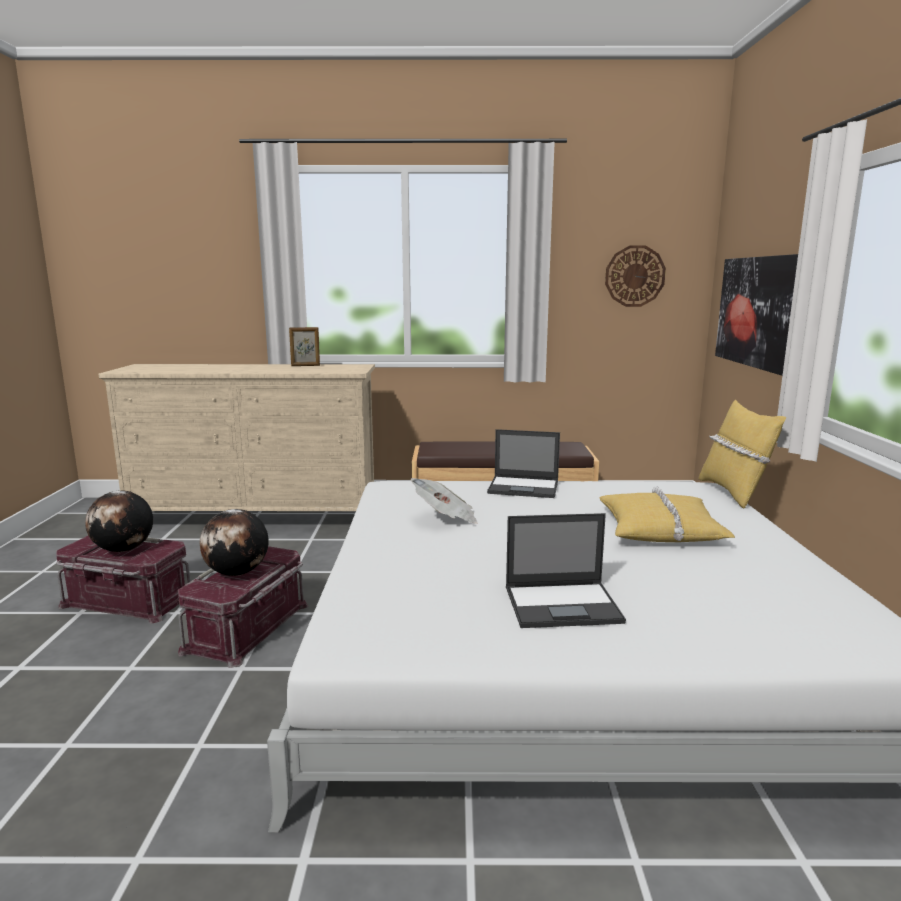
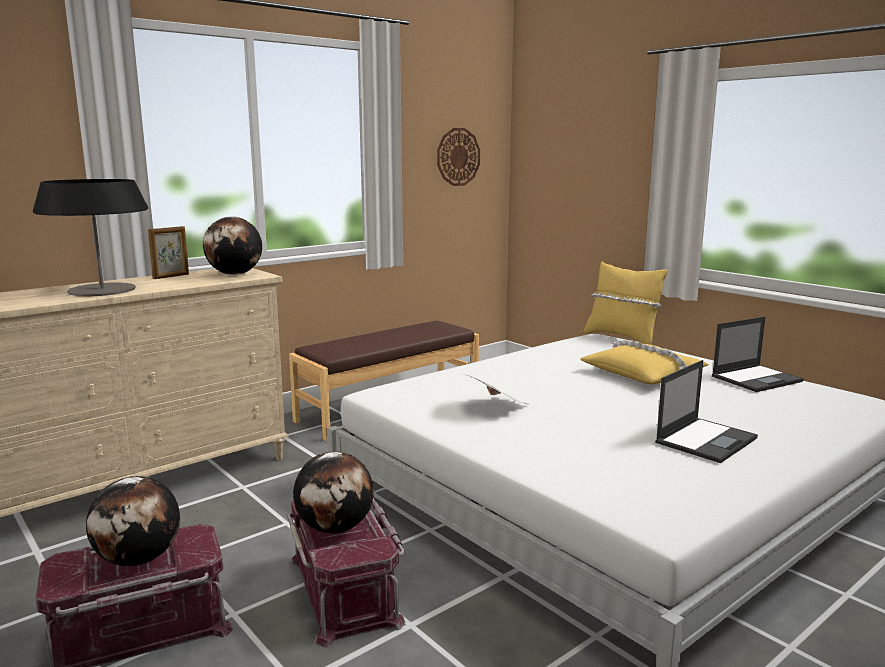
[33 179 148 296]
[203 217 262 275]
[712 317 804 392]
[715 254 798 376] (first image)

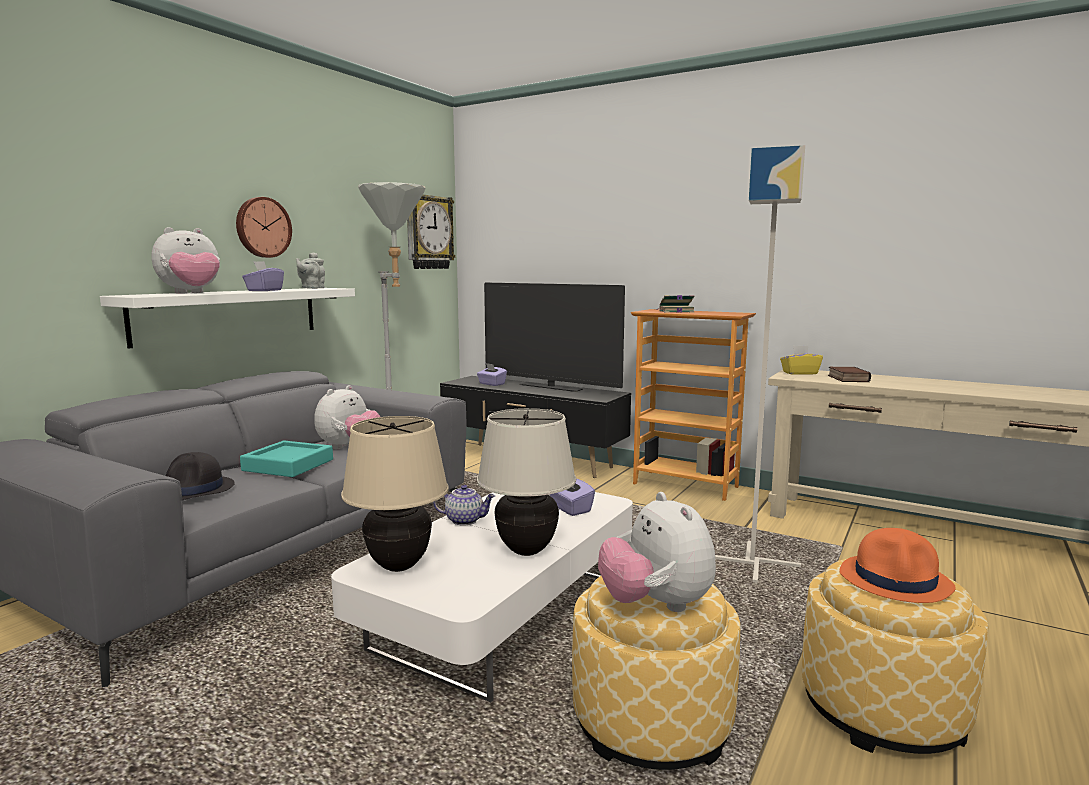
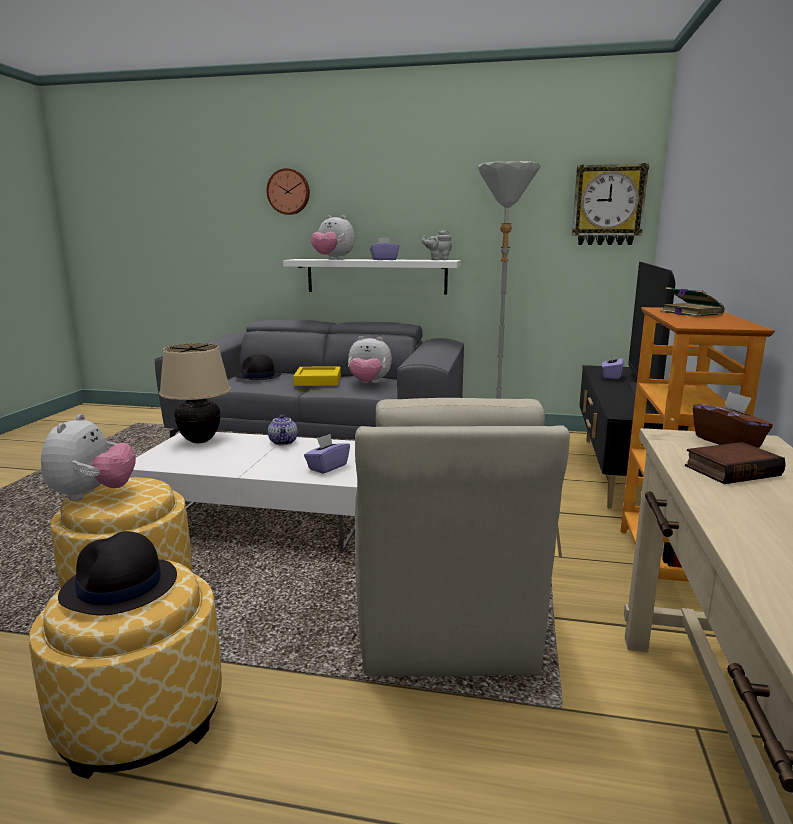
[41 414 136 501]
[58 531 177 615]
[267 168 310 215]
[293 367 341 386]
[355 398 570 677]
[693 391 773 448]
[477 408 576 556] (first image)

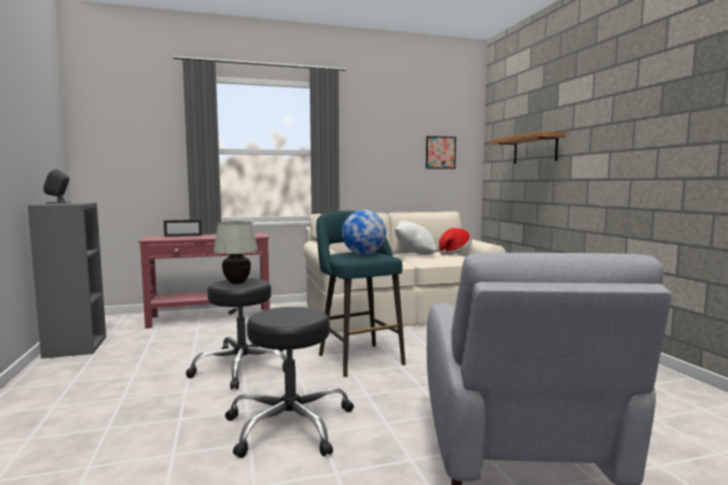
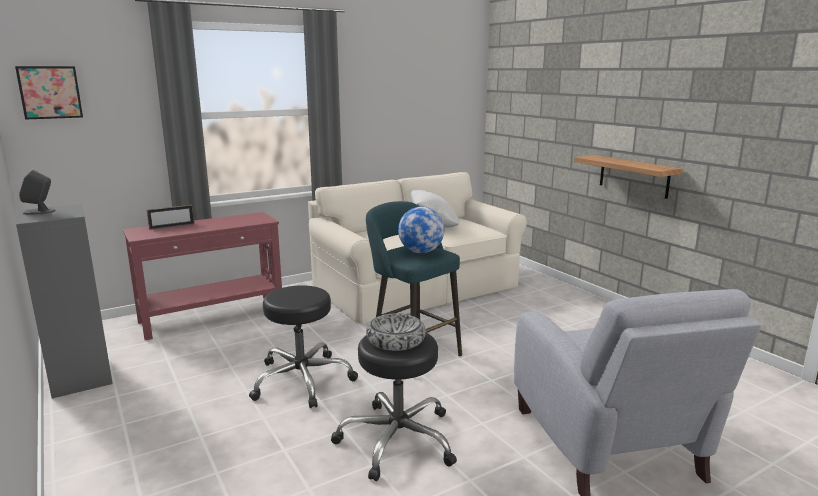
[15 66 83 120]
[366 313 426 351]
[574 155 683 199]
[214 221 258 284] (first image)
[439 228 472 255] (first image)

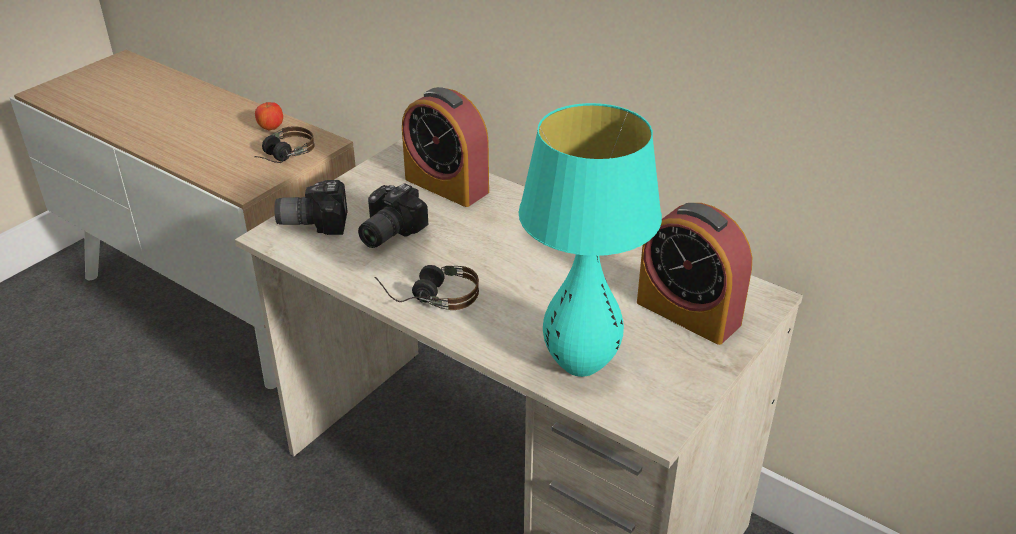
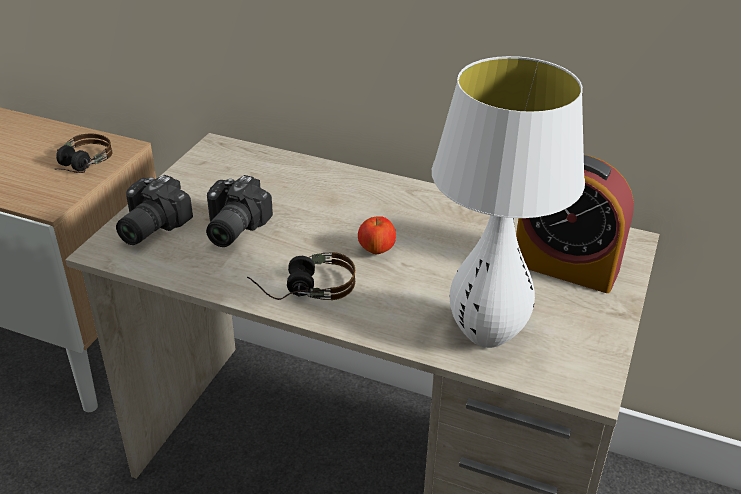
[116 175 193 245]
[358 216 396 254]
[432 56 585 348]
[402 87 489 207] (first image)

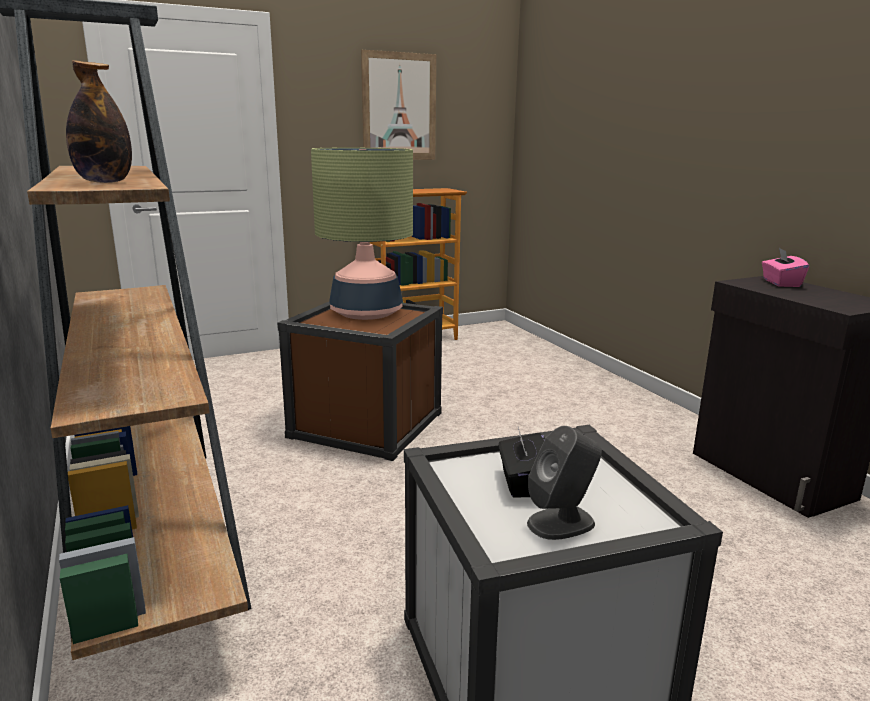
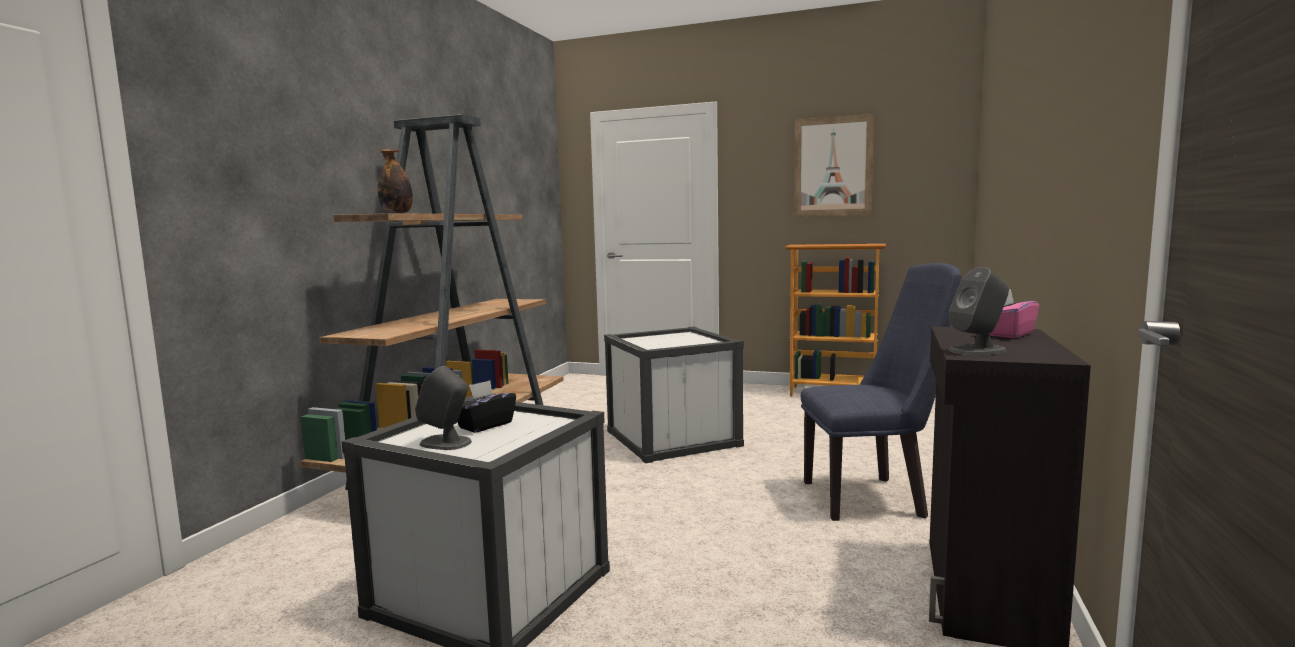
[604 327 744 463]
[801 263 962 521]
[949 267 1009 355]
[311 148 413 320] (first image)

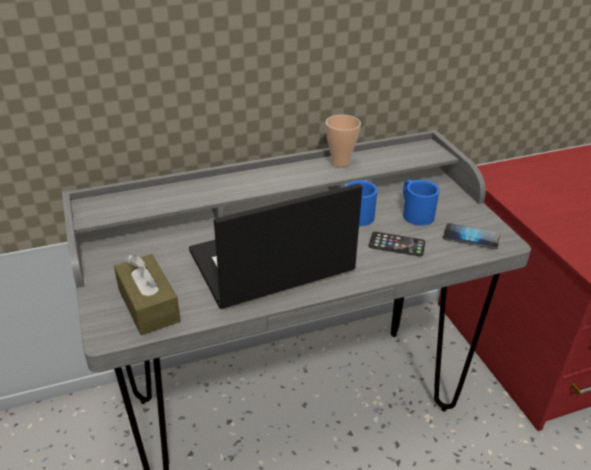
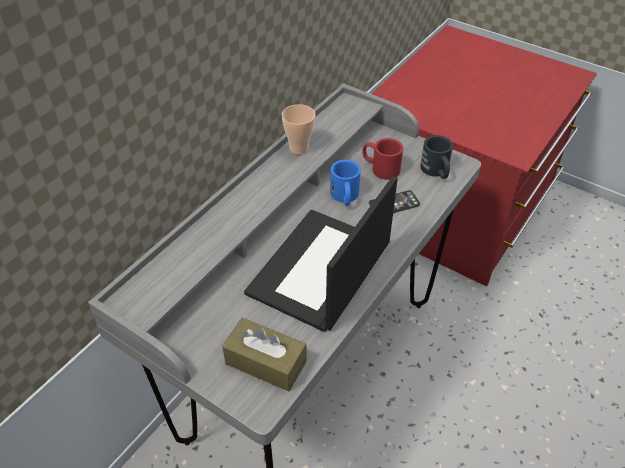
[363 138 403 180]
[420 135 453 179]

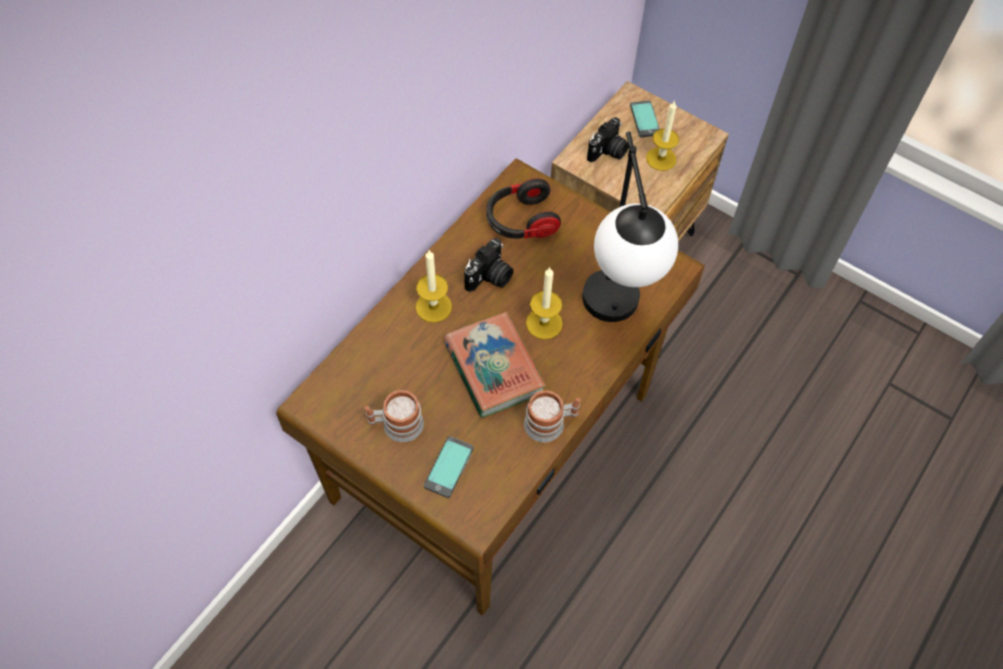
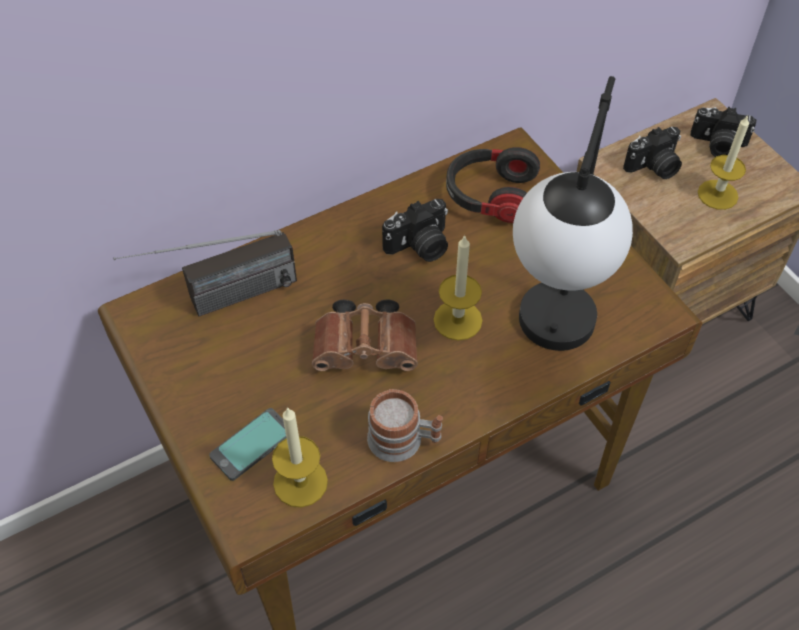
[113 230 297 316]
[272 407 328 507]
[312 299 418 371]
[690 107 756 157]
[365 390 424 442] (first image)

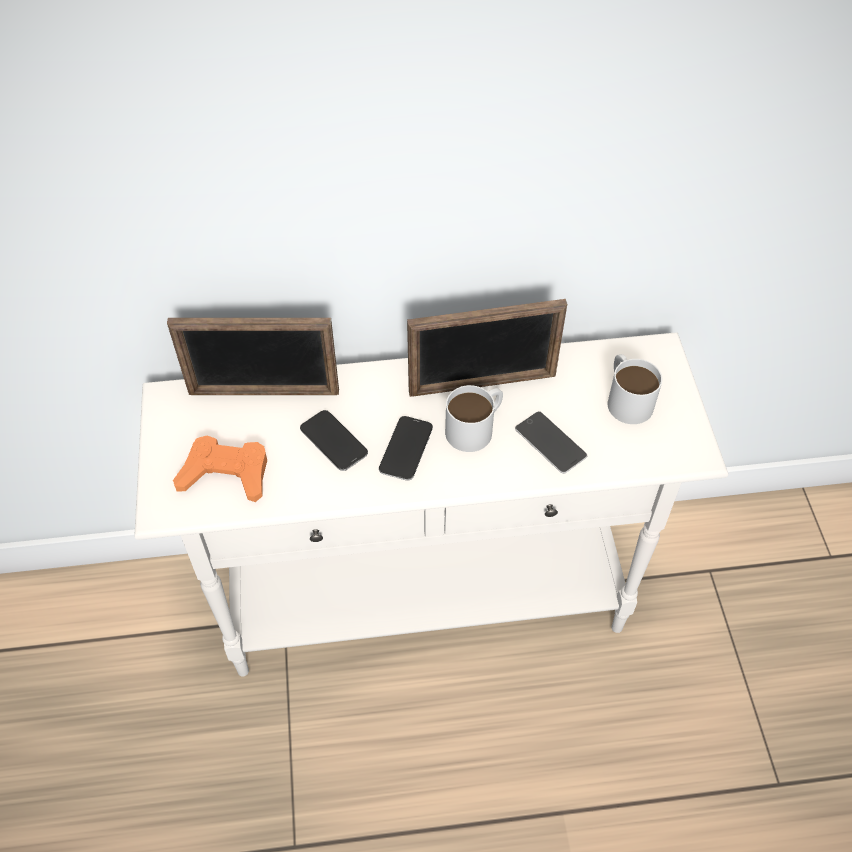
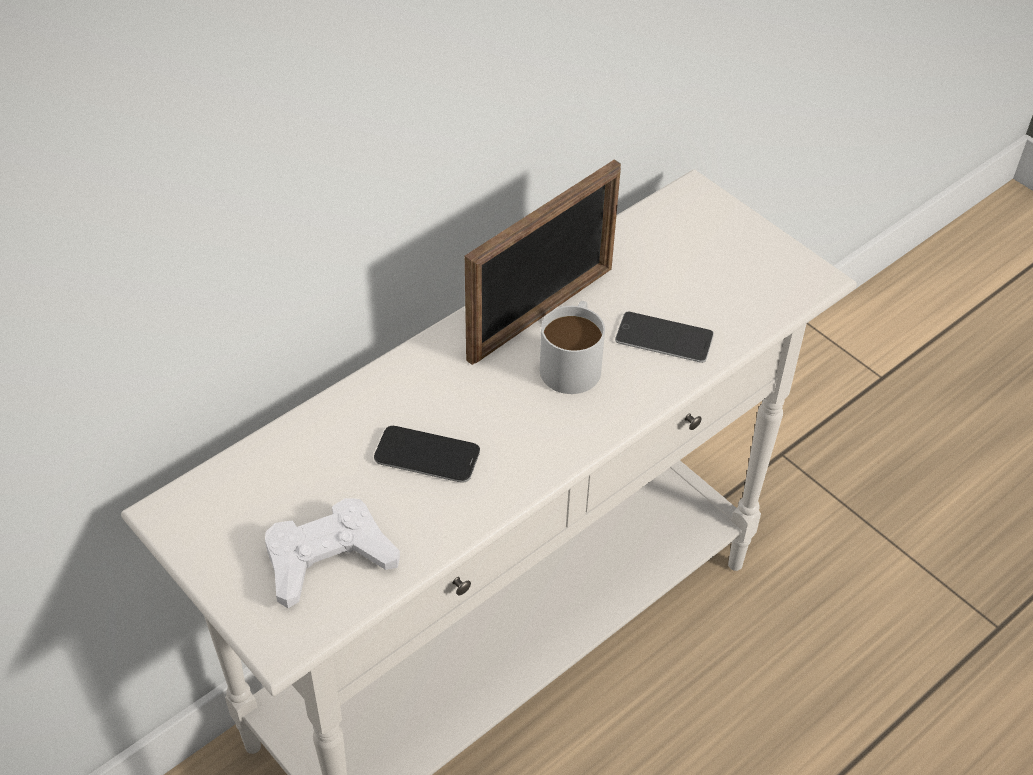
[265 498 400 608]
[167 318 339 395] (first image)
[379 416 433 481] (first image)
[608 354 662 424] (first image)

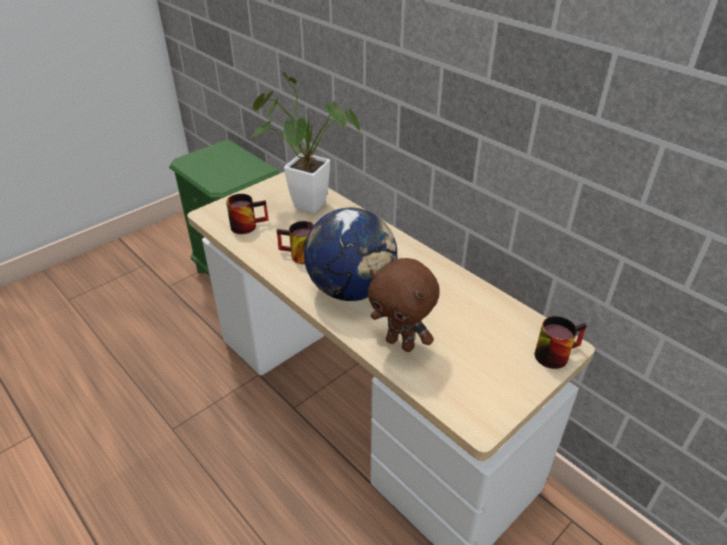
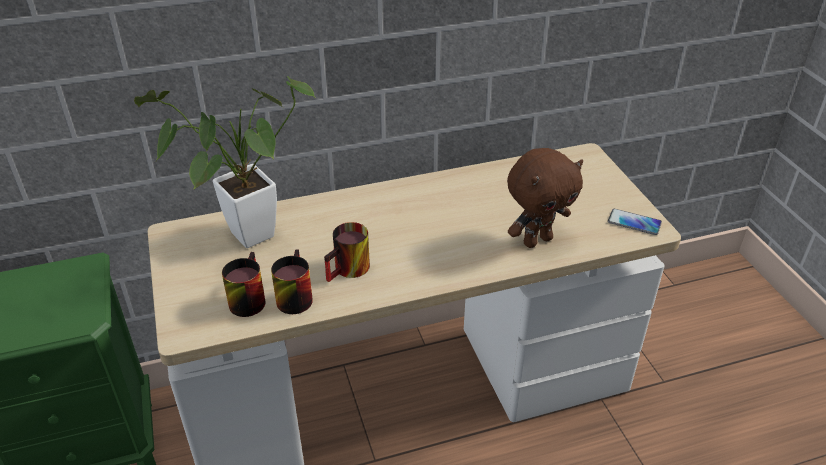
[271 249 313 314]
[608 209 662 235]
[304 207 397 301] (first image)

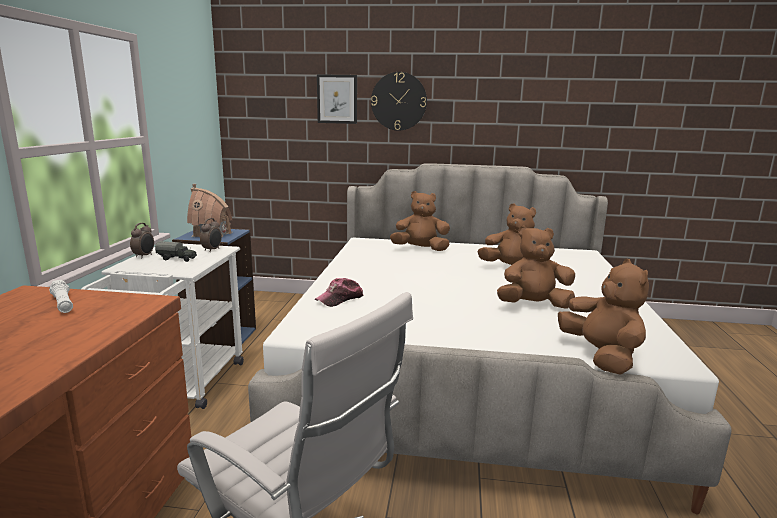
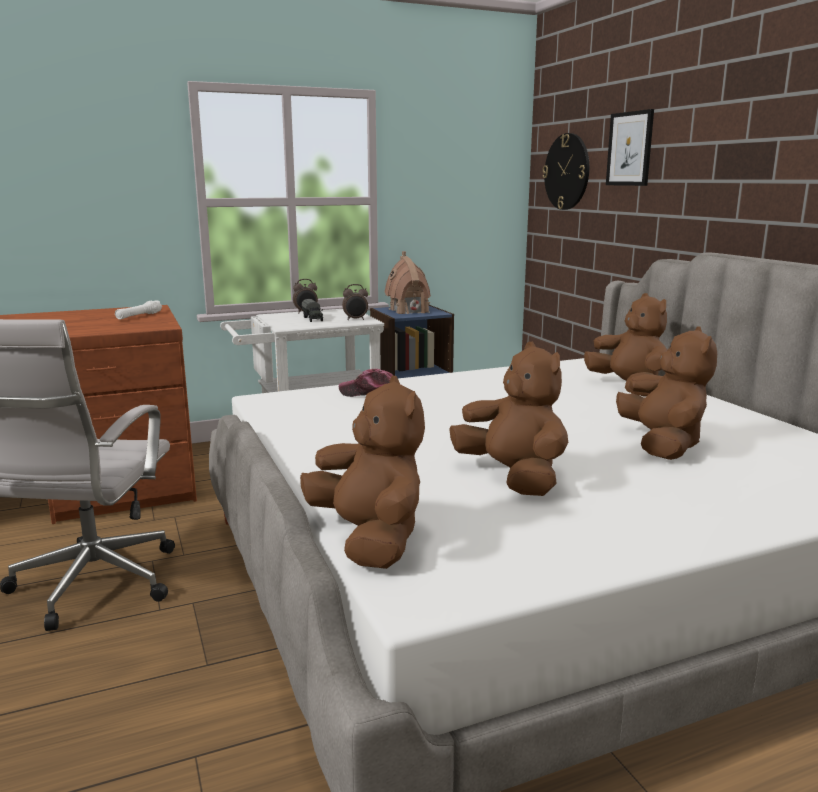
[300 376 425 569]
[542 133 589 210]

